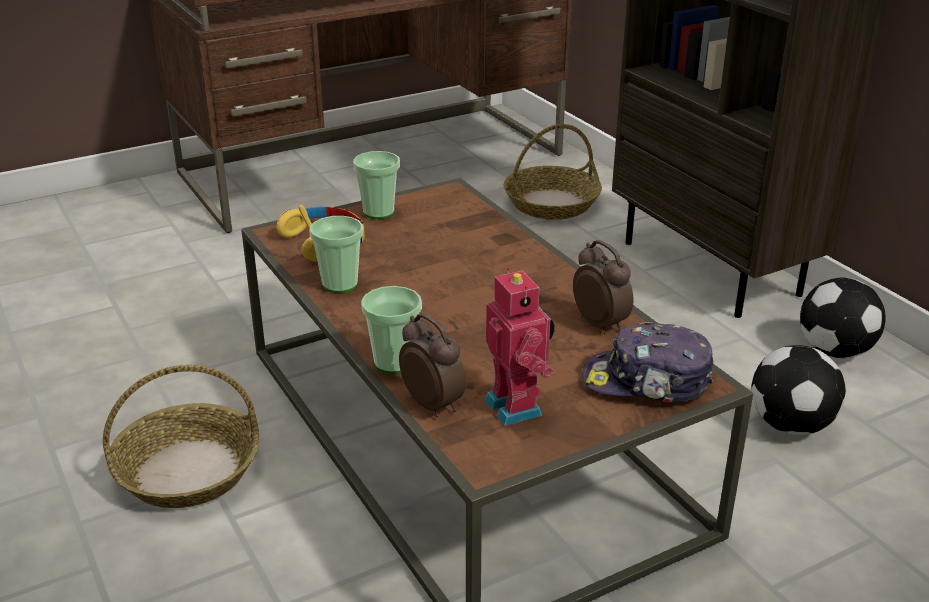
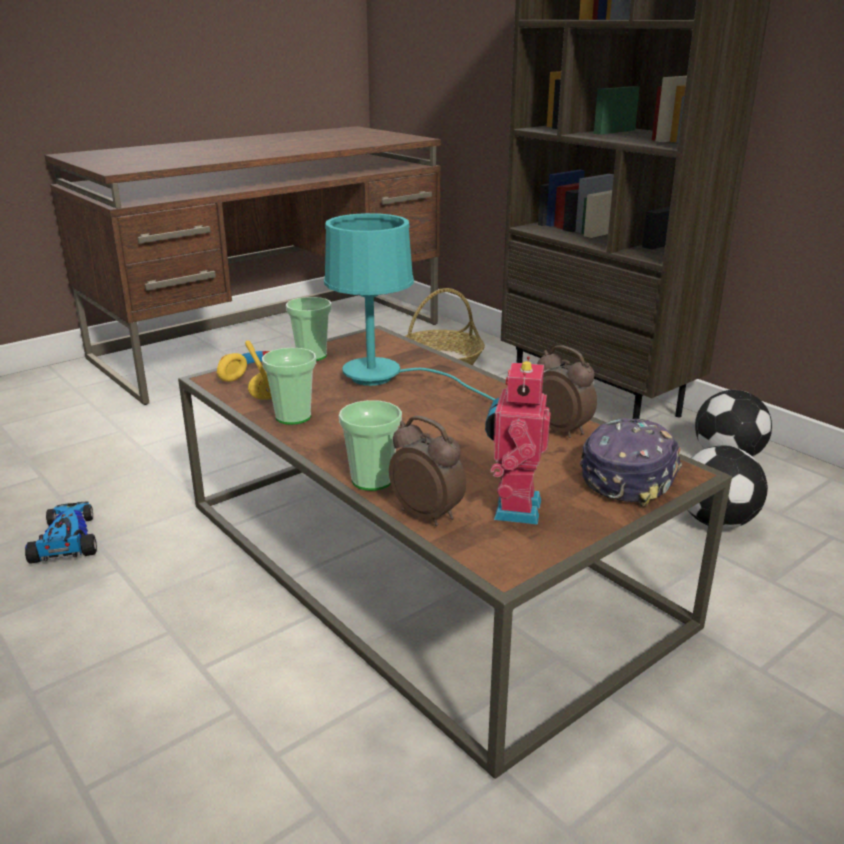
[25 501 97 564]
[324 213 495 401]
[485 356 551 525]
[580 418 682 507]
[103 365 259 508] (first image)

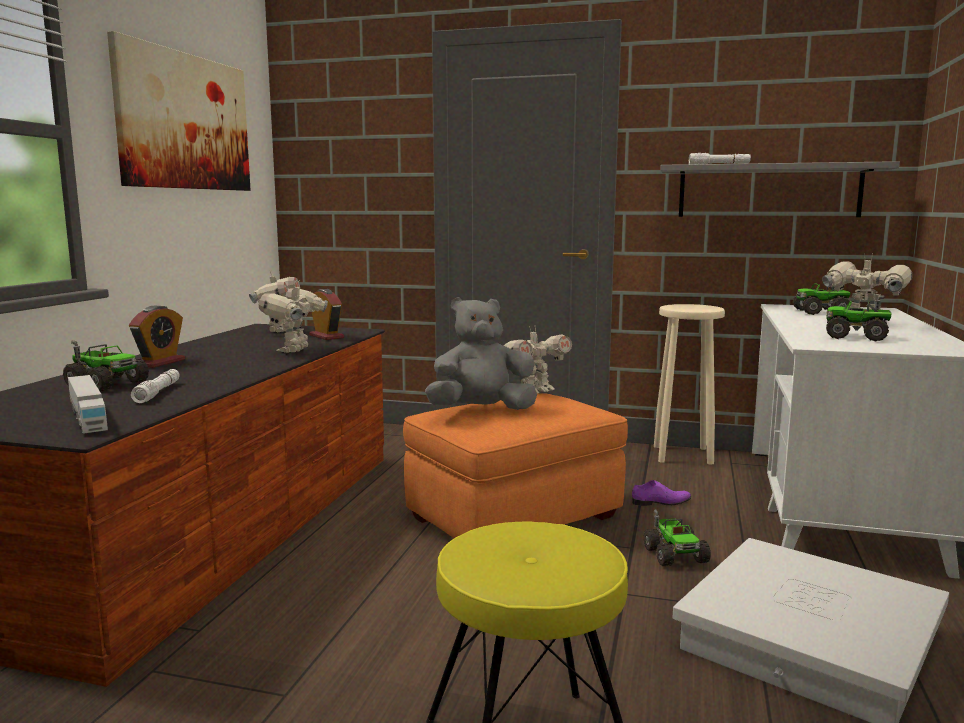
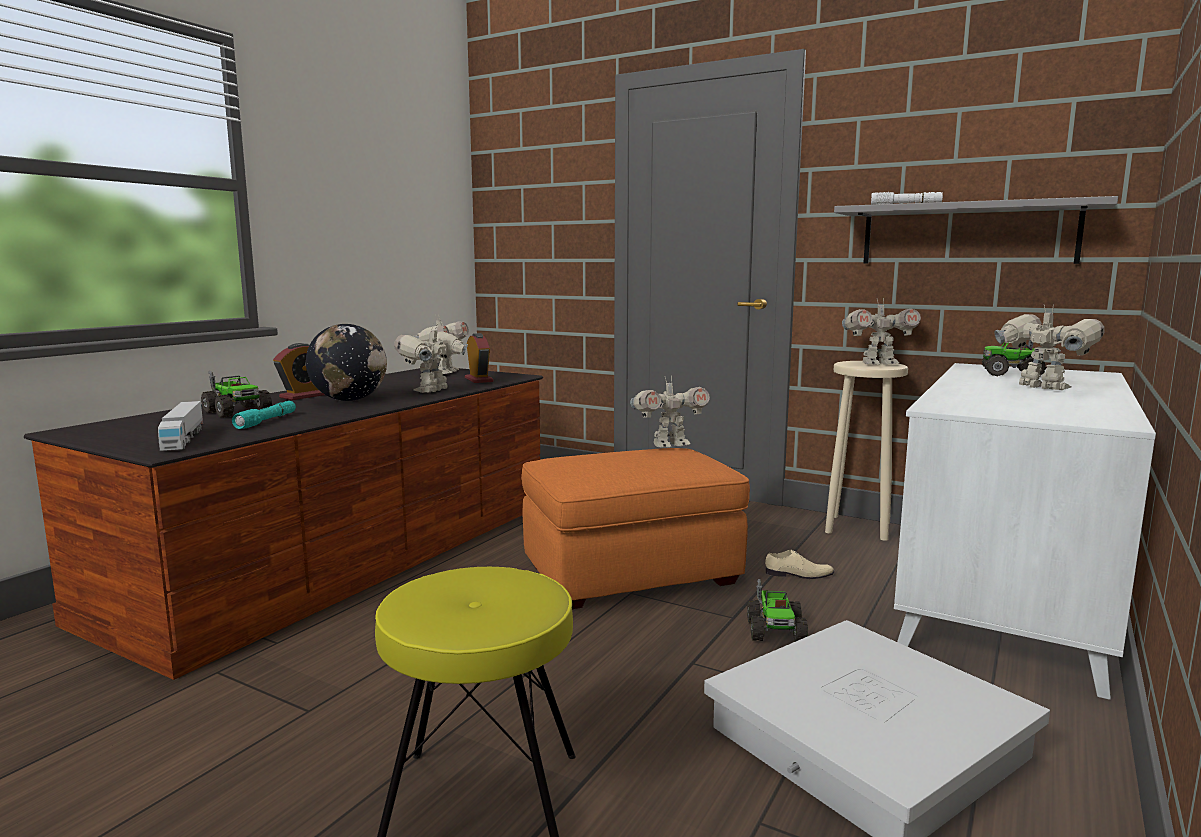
[232 401 296 429]
[306 324 387 401]
[765 549 834 579]
[842 299 921 365]
[107 31 250 191] (first image)
[425 297 537 410] (first image)
[826 295 891 342] (first image)

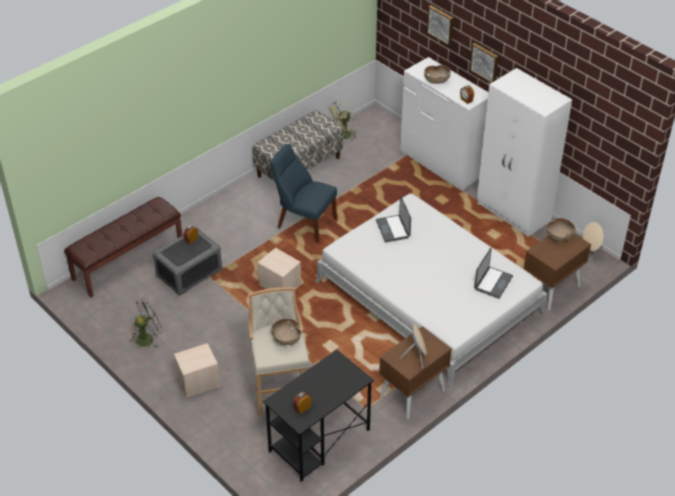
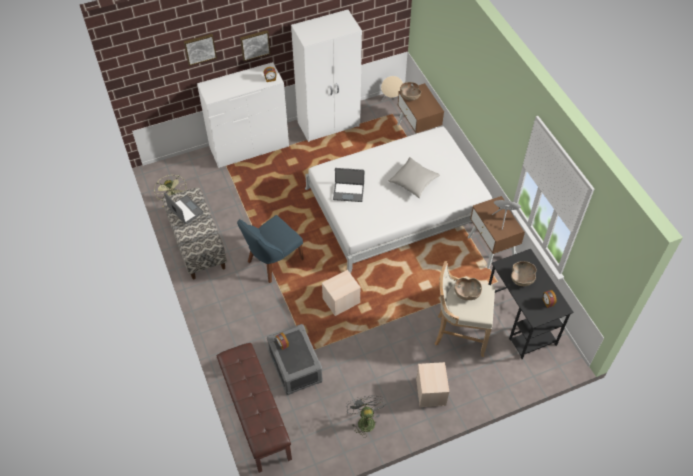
[164 193 204 224]
[388 157 440 198]
[511 261 537 286]

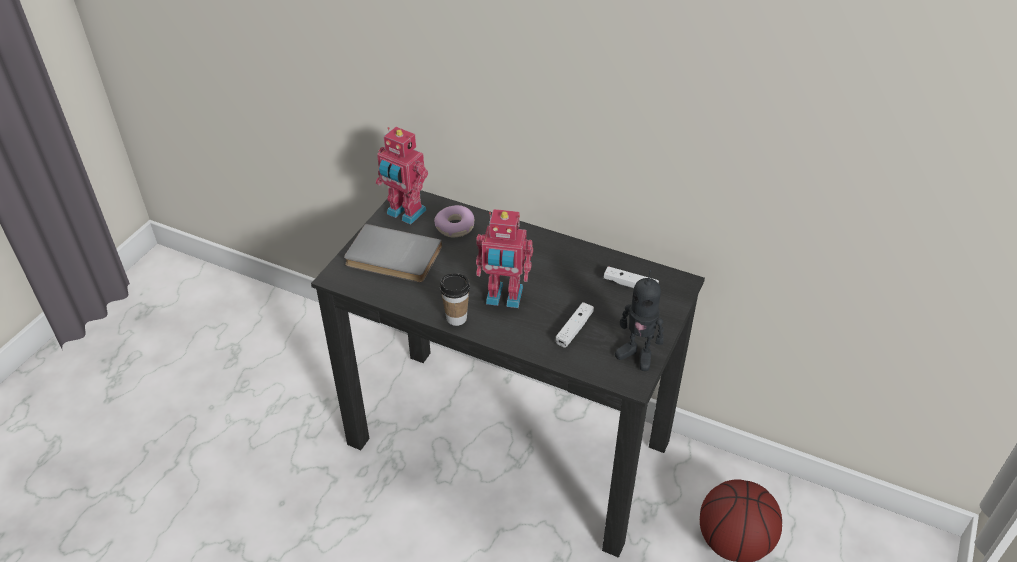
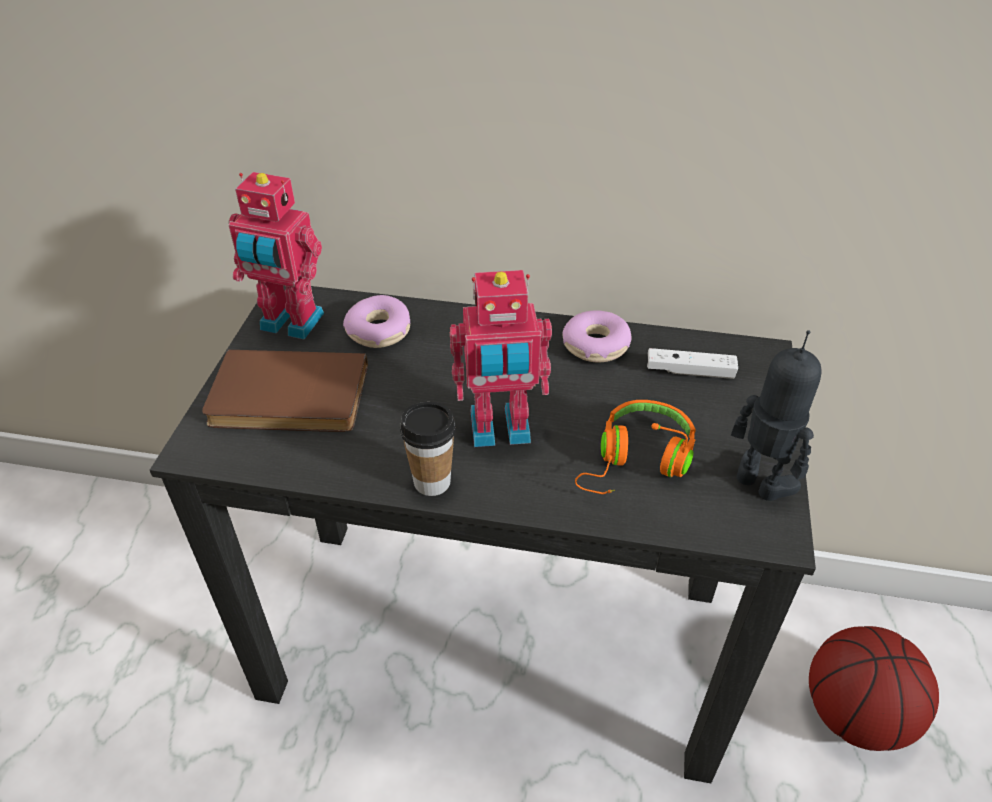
[202 350 368 432]
[563 310 631 362]
[575 400 696 494]
[731 330 822 501]

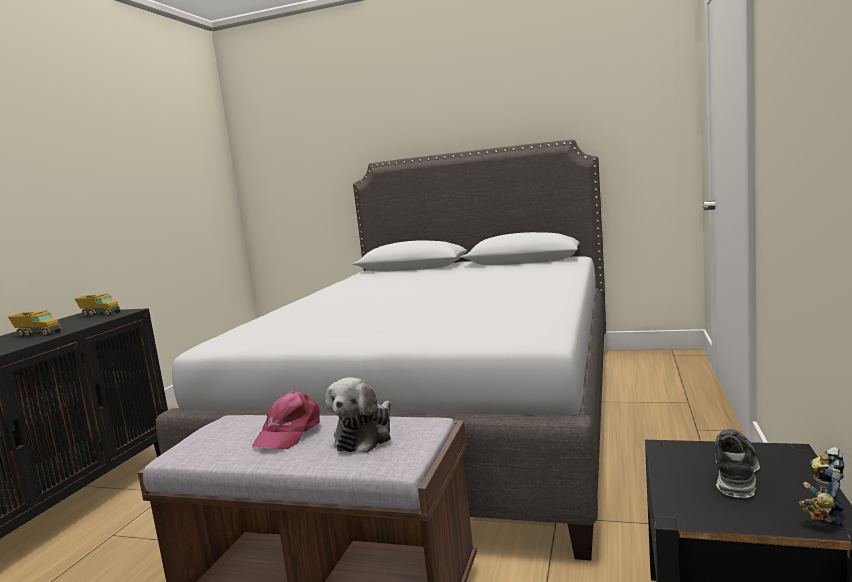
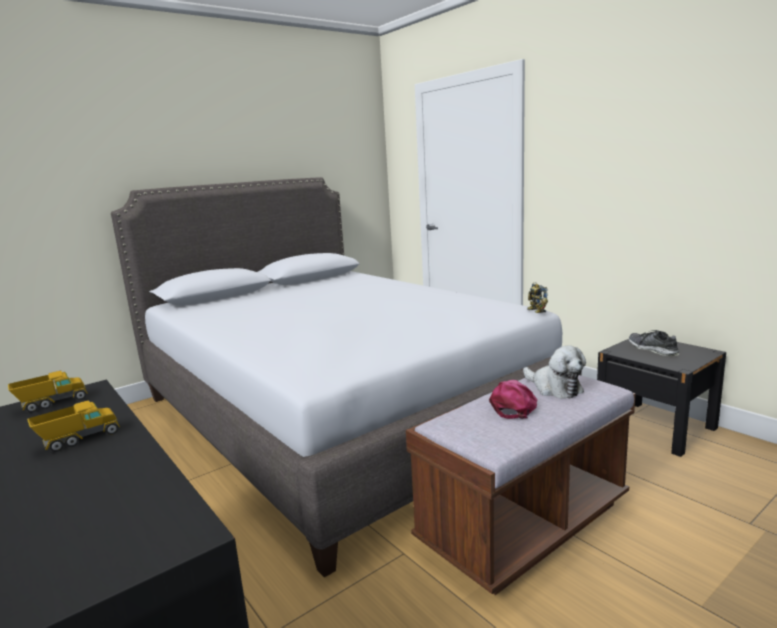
[489 380 537 419]
[527 282 548 313]

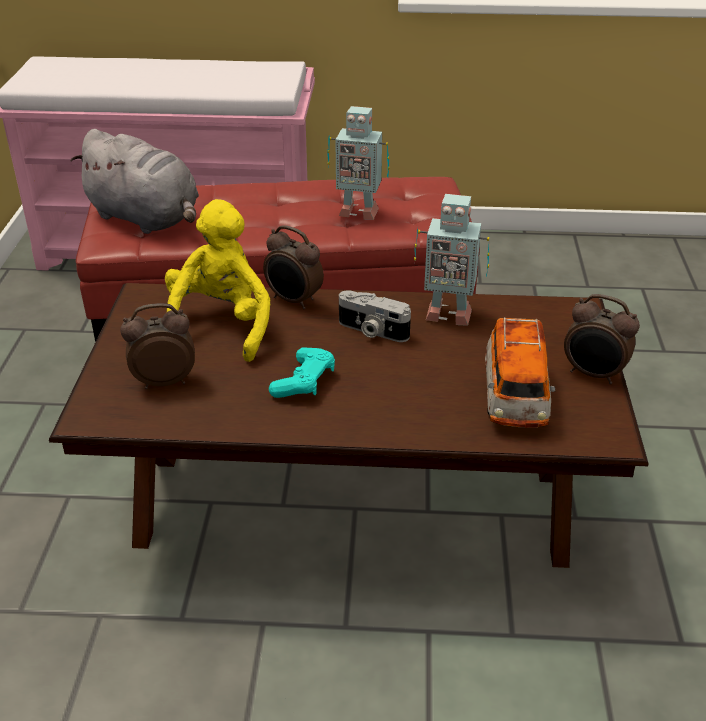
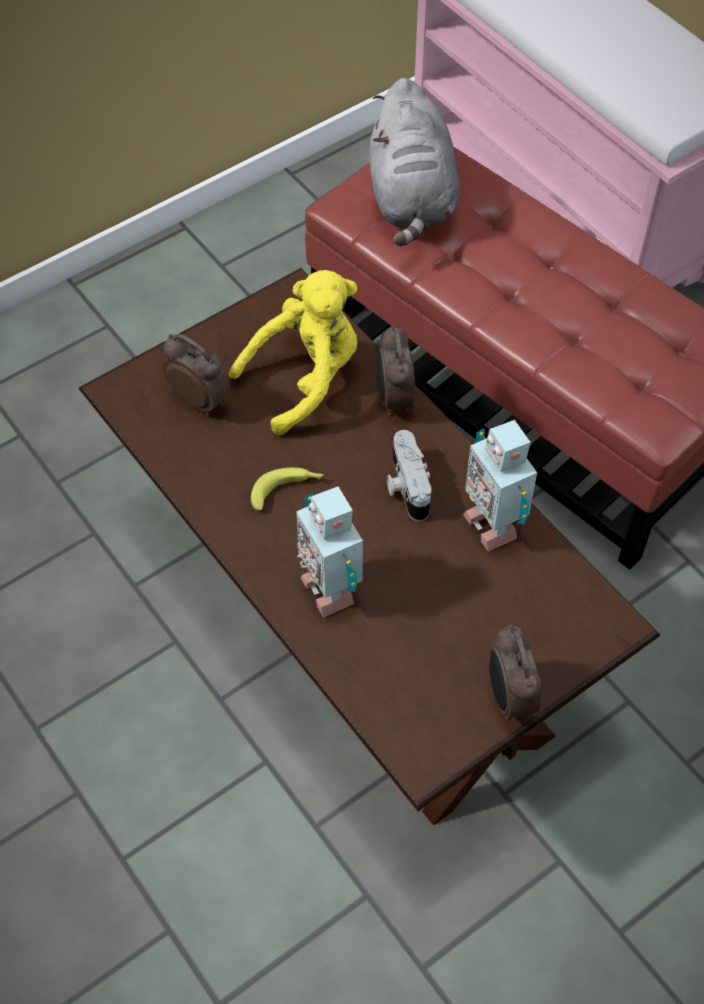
[251 467 324 511]
[296 487 363 618]
[485 317 555 428] (first image)

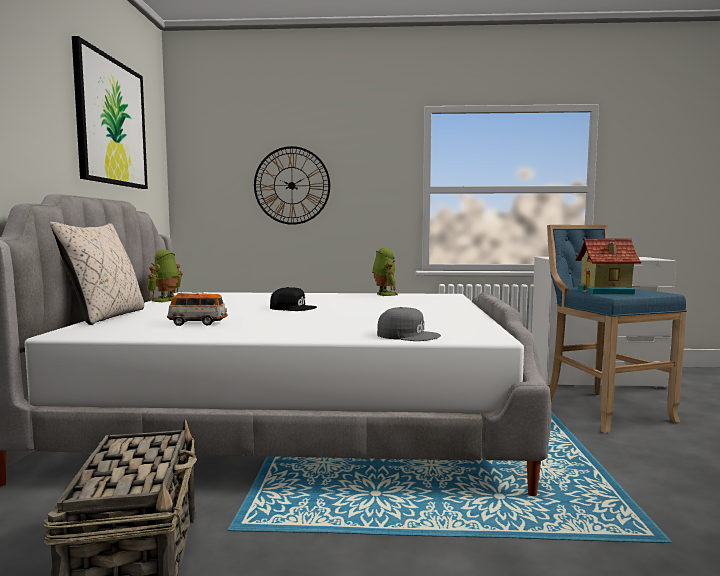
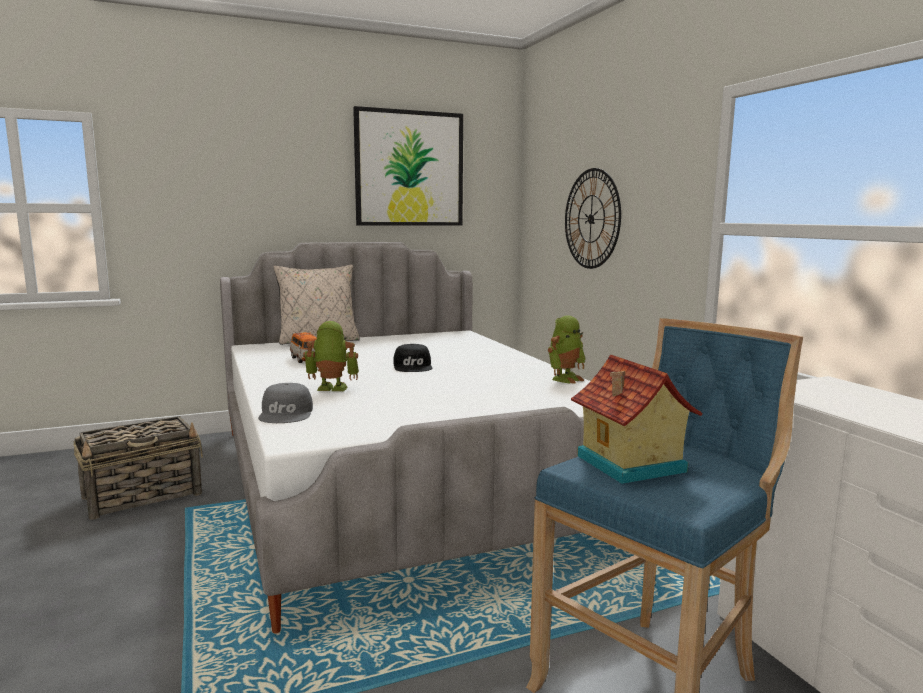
[303 321 359 391]

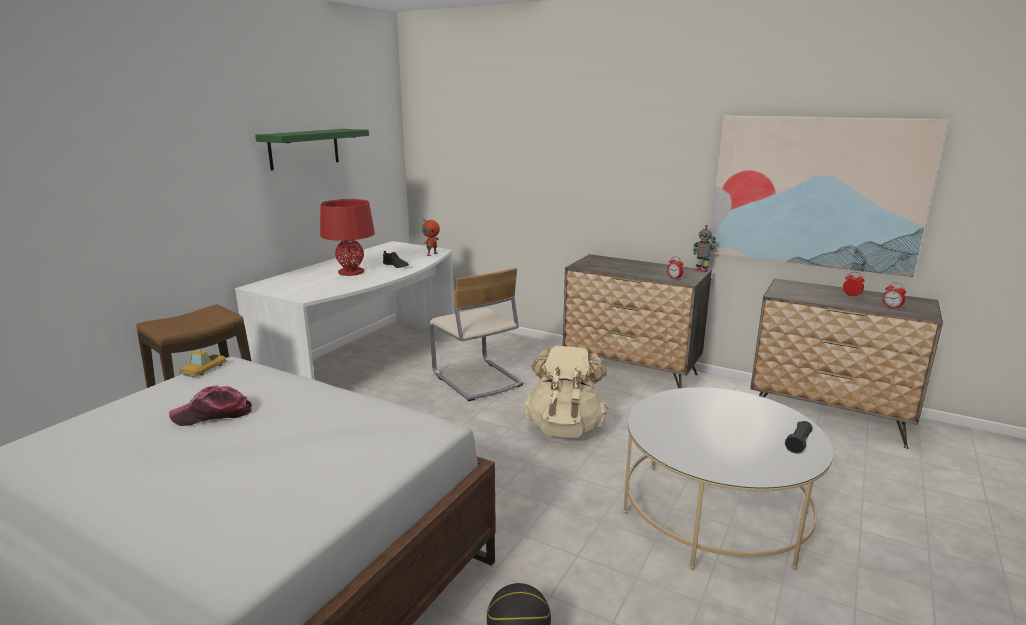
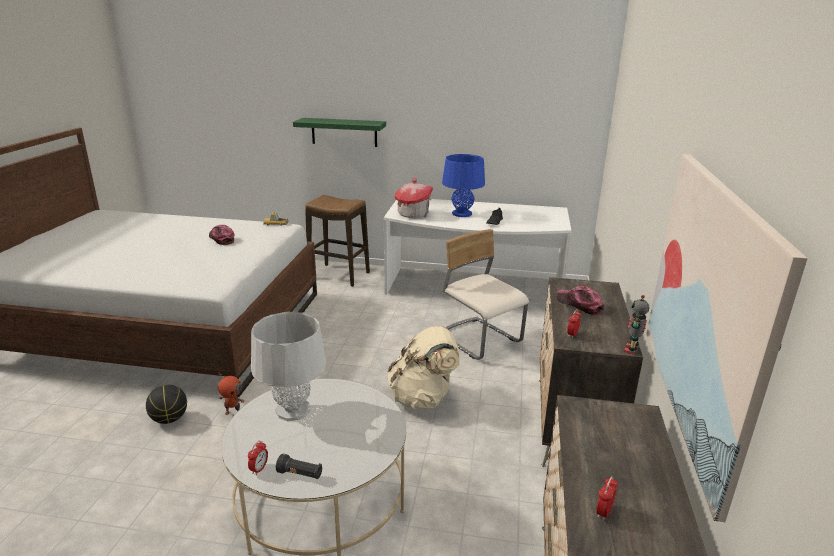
[217 373 245 415]
[248 441 268 475]
[251 312 326 421]
[293 118 386 147]
[395 178 433 218]
[442 154 485 217]
[443 229 529 360]
[556 286 604 316]

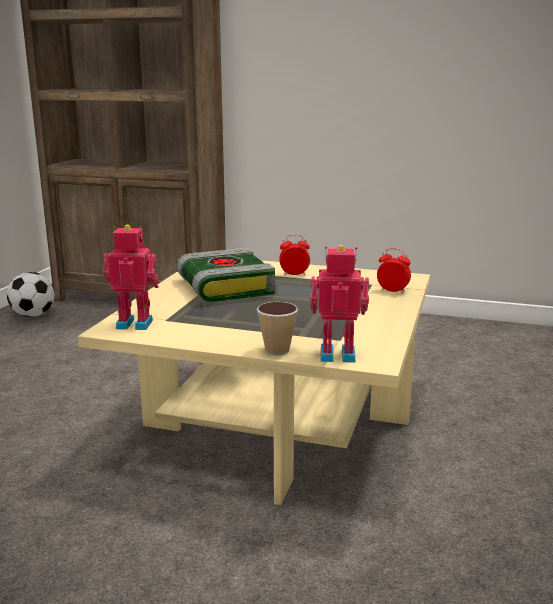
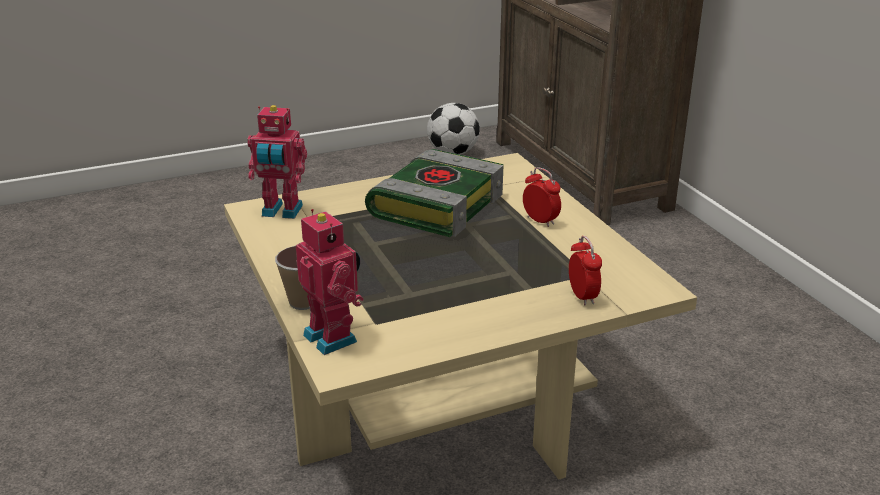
[247 105 307 219]

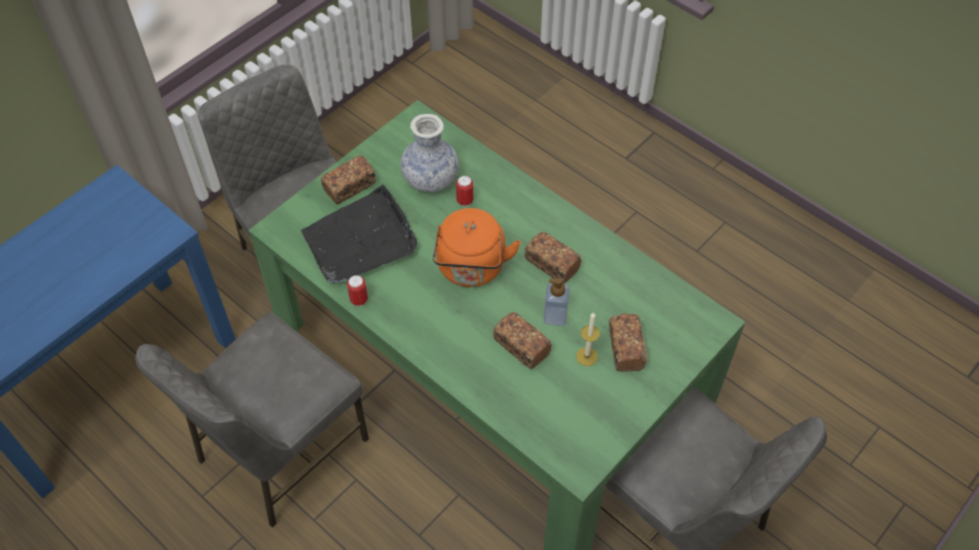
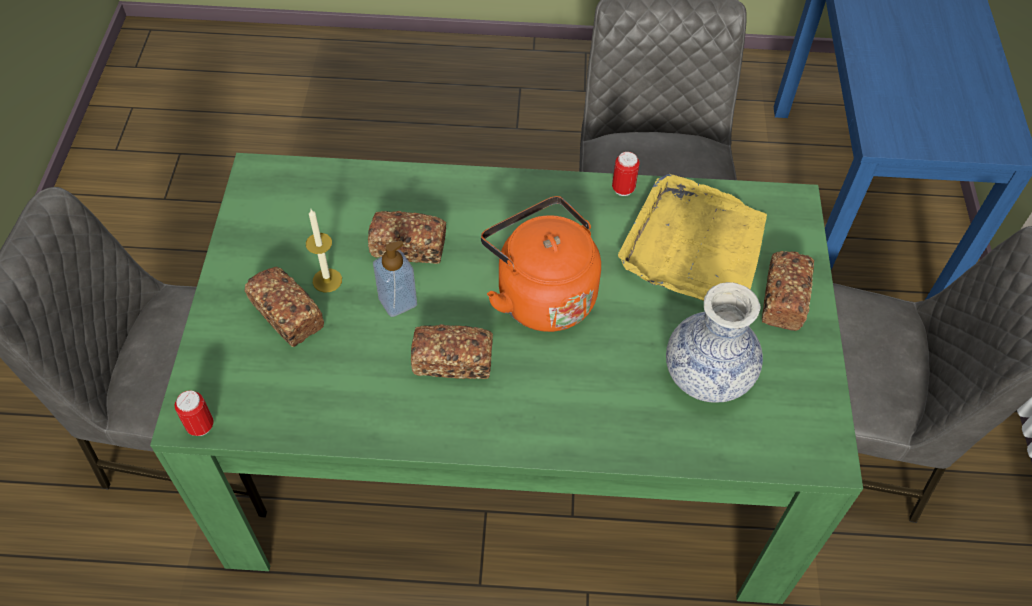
[175 391 213 436]
[618 174 767 301]

